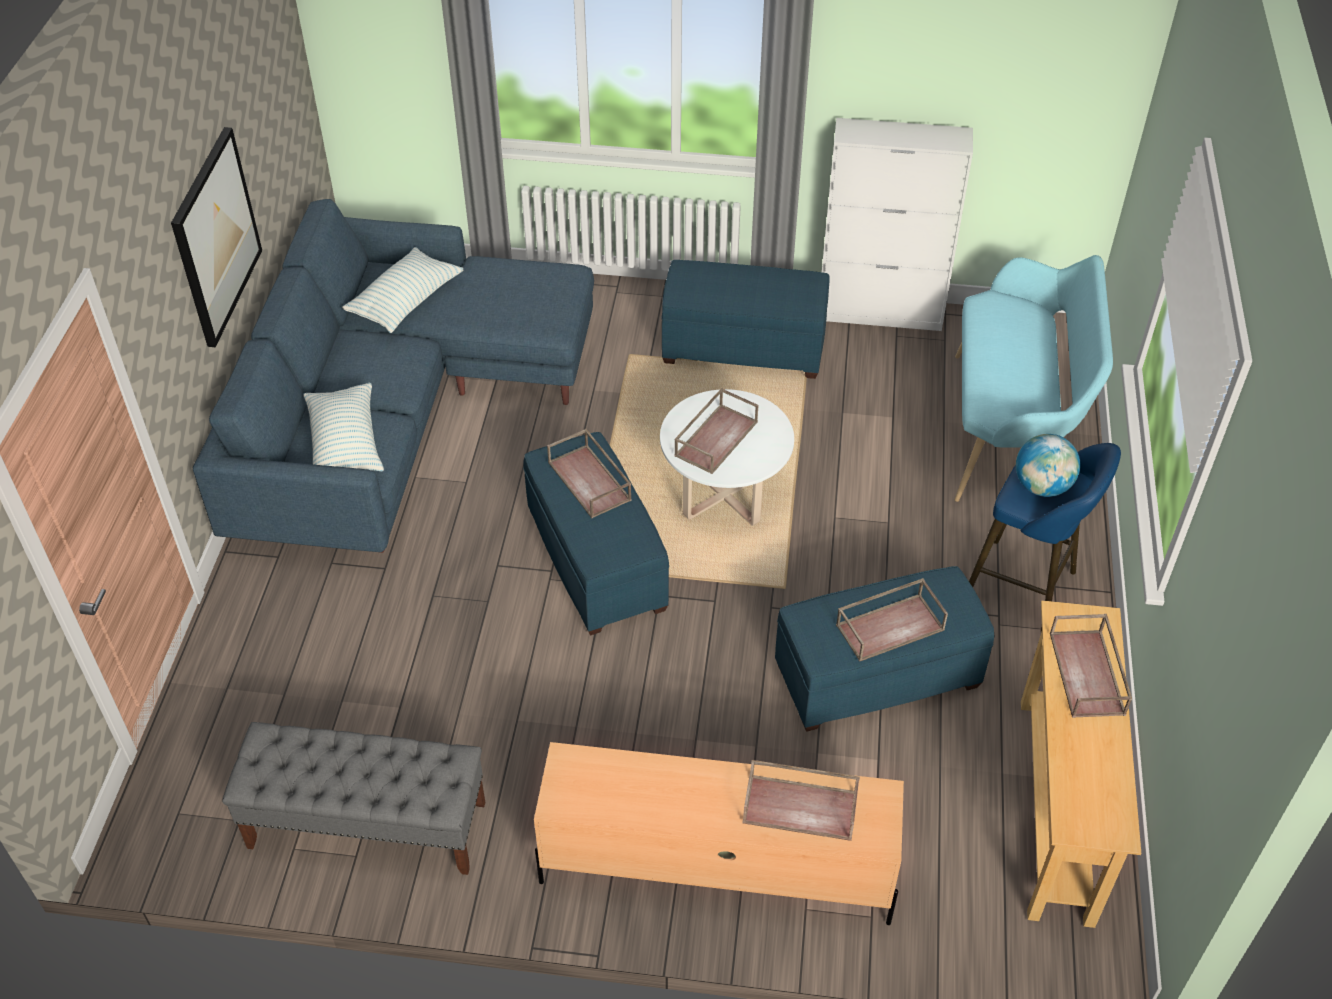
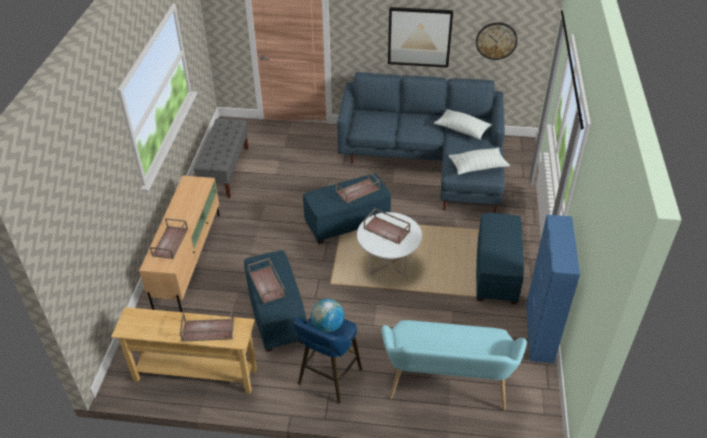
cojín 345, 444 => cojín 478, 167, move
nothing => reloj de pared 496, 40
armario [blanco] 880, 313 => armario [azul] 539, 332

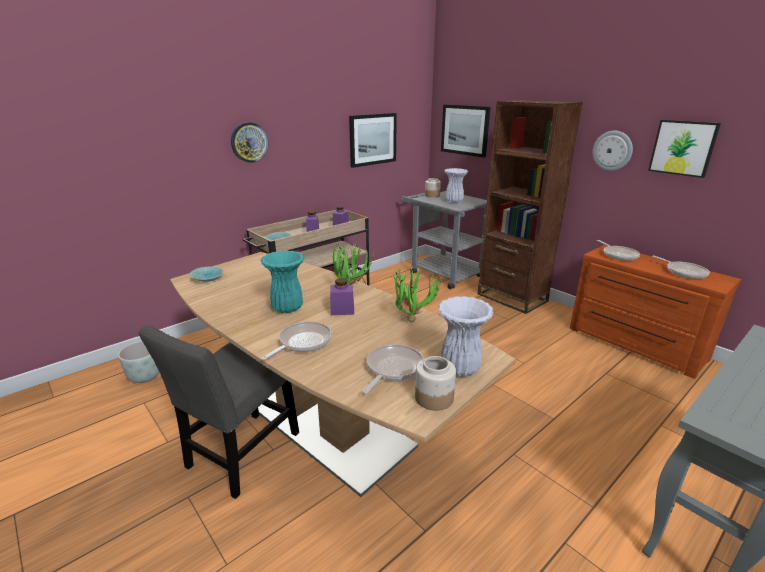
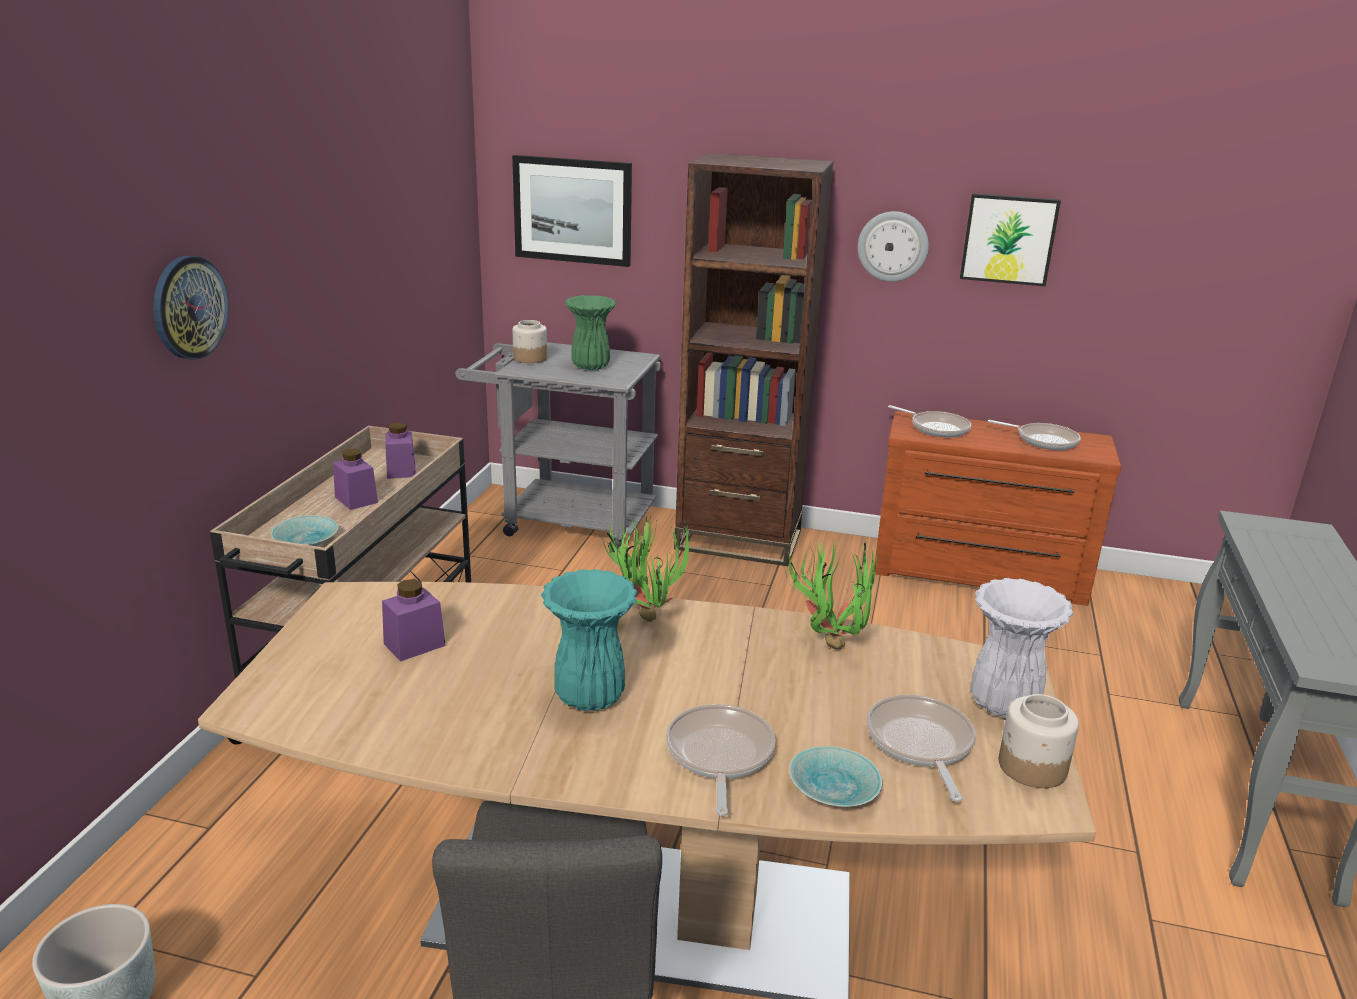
tarro [morado] 342, 310 => tarro [morado] 414, 644, move
florero [blanco] 453, 201 => florero [verde] 589, 366
cuenco [turquesa] 209, 278 => cuenco [turquesa] 832, 789, move
cuadro 372, 139 => nothing

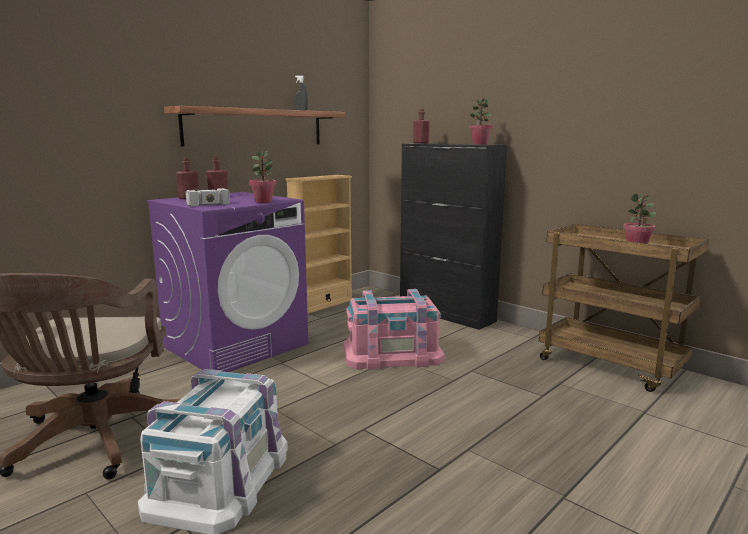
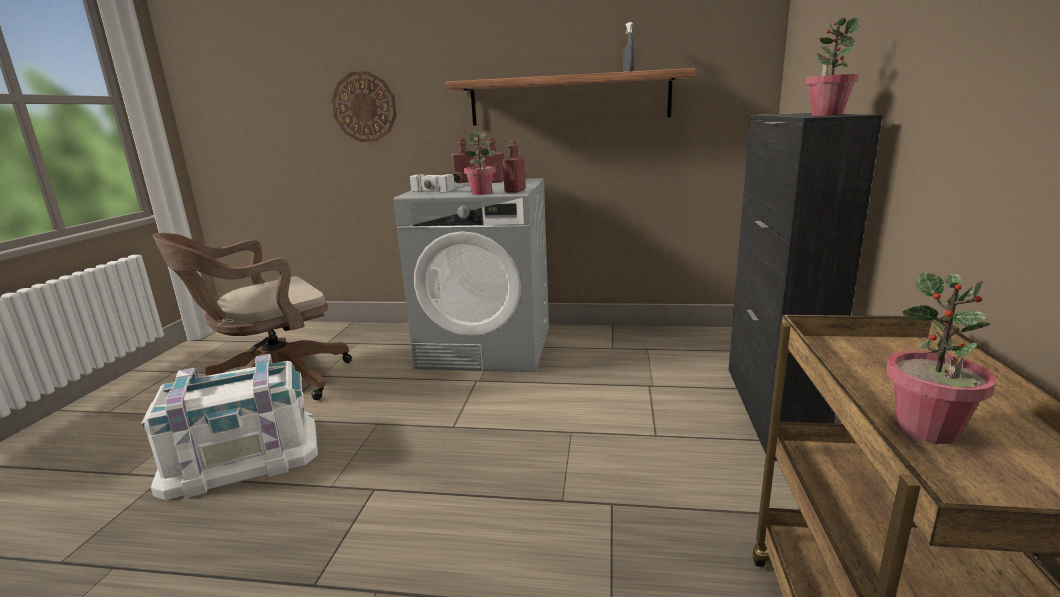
nothing => reloj de pared 364, 107
lavadora [morado] 236, 345 => lavadora [gris] 487, 346
botella [rojo] 420, 143 => botella [rojo] 515, 191, move
estantería [beis] 322, 304 => nothing
caja de almacenaje [rosa] 392, 353 => nothing

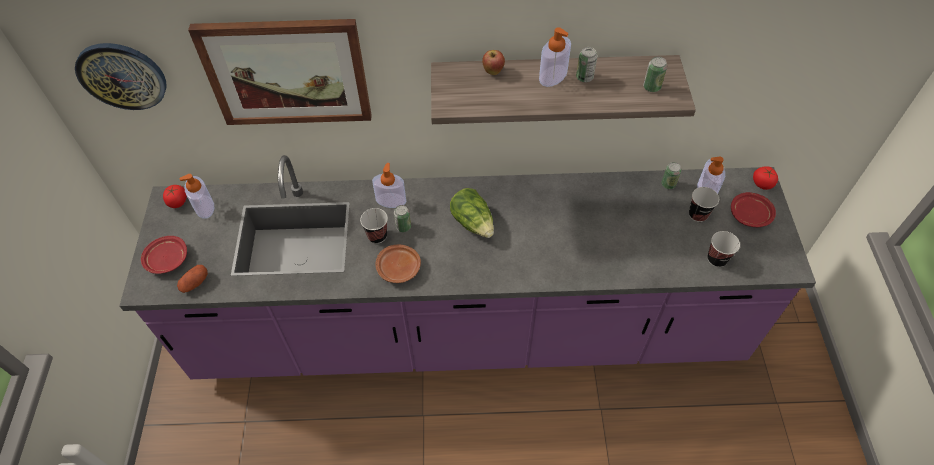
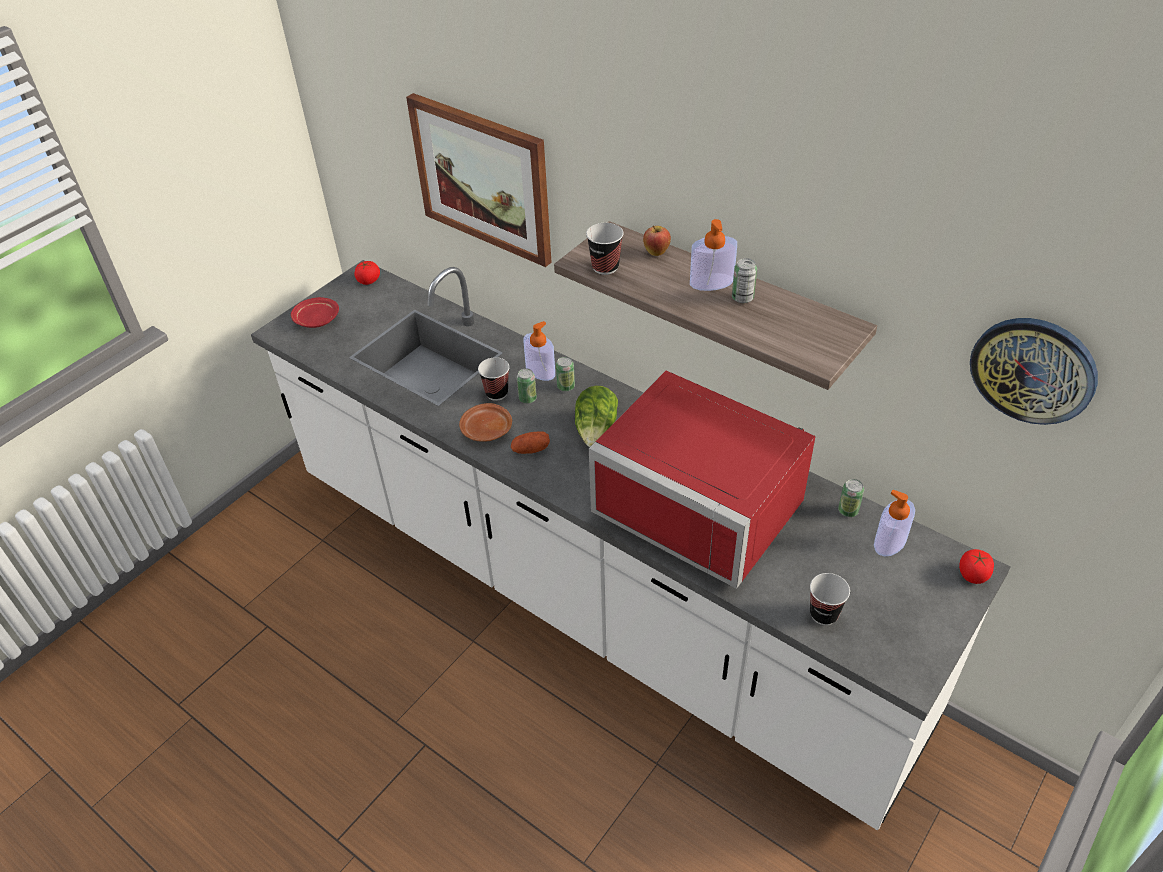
mueble bajo de cocina [morado] 468, 333 => mueble bajo de cocina [blanco] 588, 595
patata 195, 283 => patata 530, 449, move
lata 651, 87 => lata 566, 387, move
taza 698, 215 => taza 605, 267, move
nothing => microondas [rojo] 706, 501
reloj de pared 122, 75 => reloj de pared 1033, 369, move
dispensador de jabón 204, 207 => nothing
plato [rojo] 750, 214 => nothing

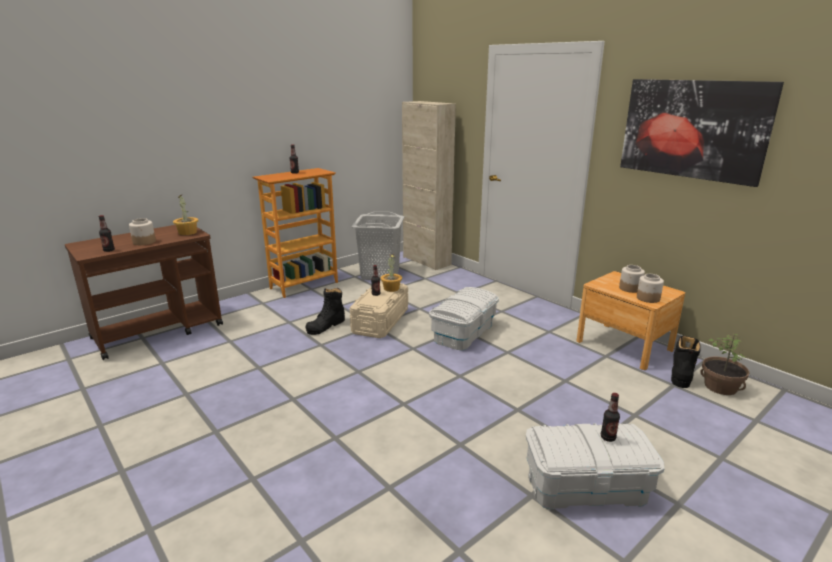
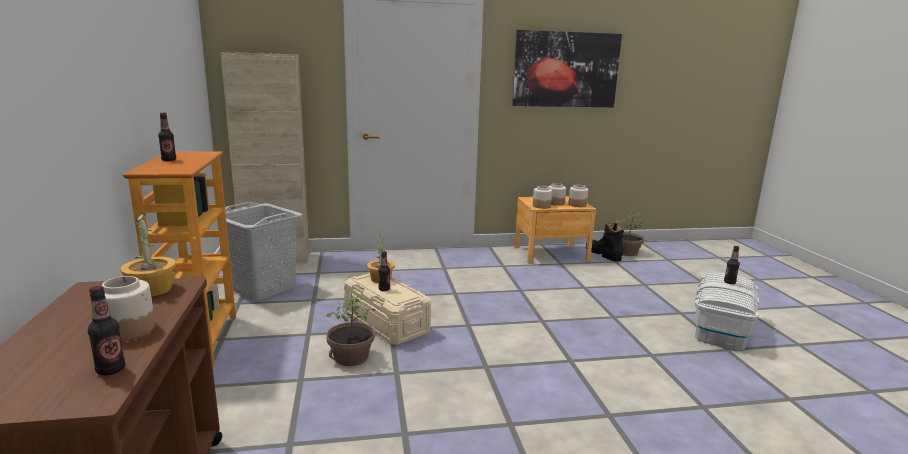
bota [negro] 326, 326 => planta en maceta 351, 357
nothing => tarro 541, 206
caja de almacenaje [blanco] 463, 332 => nothing

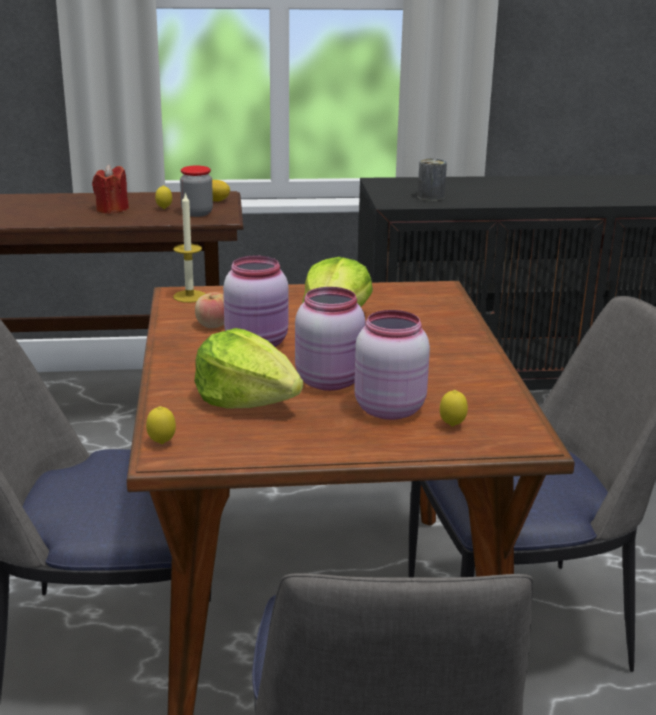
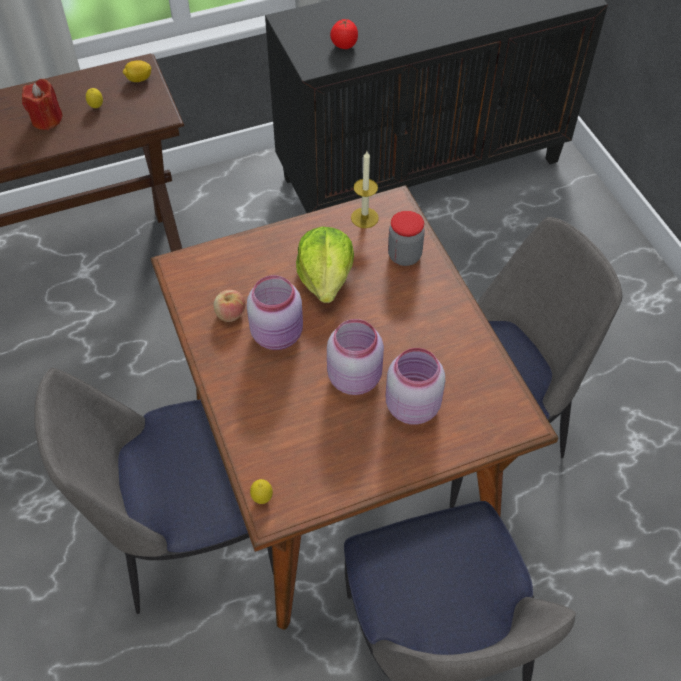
lata 431, 197 => tomate 344, 46
vela 189, 296 => vela 364, 218, move
tarro 197, 213 => tarro 404, 256, move
lechuga 246, 400 => nothing
limón 452, 426 => nothing

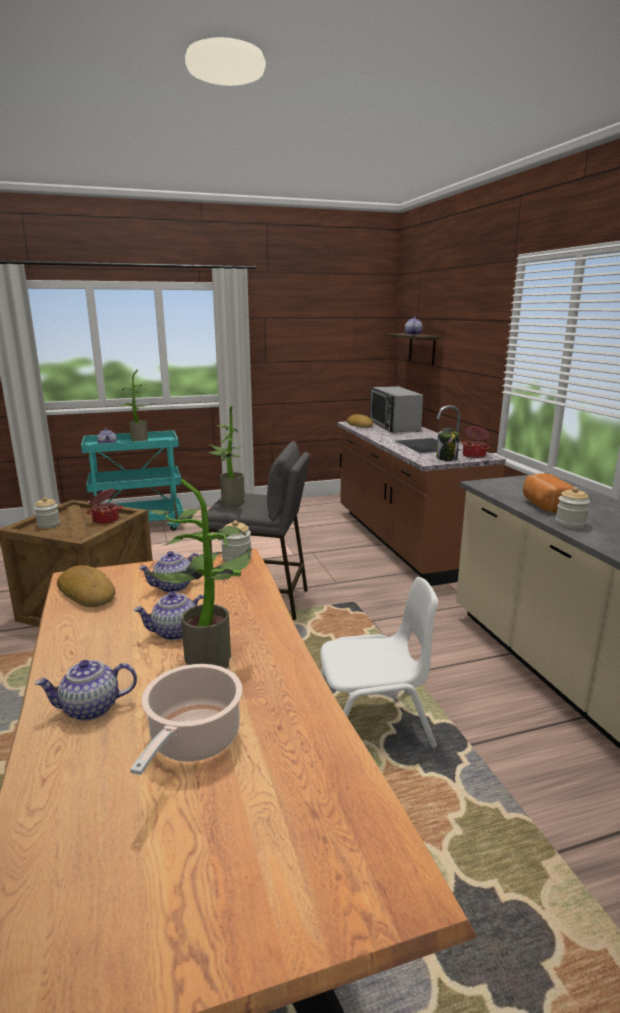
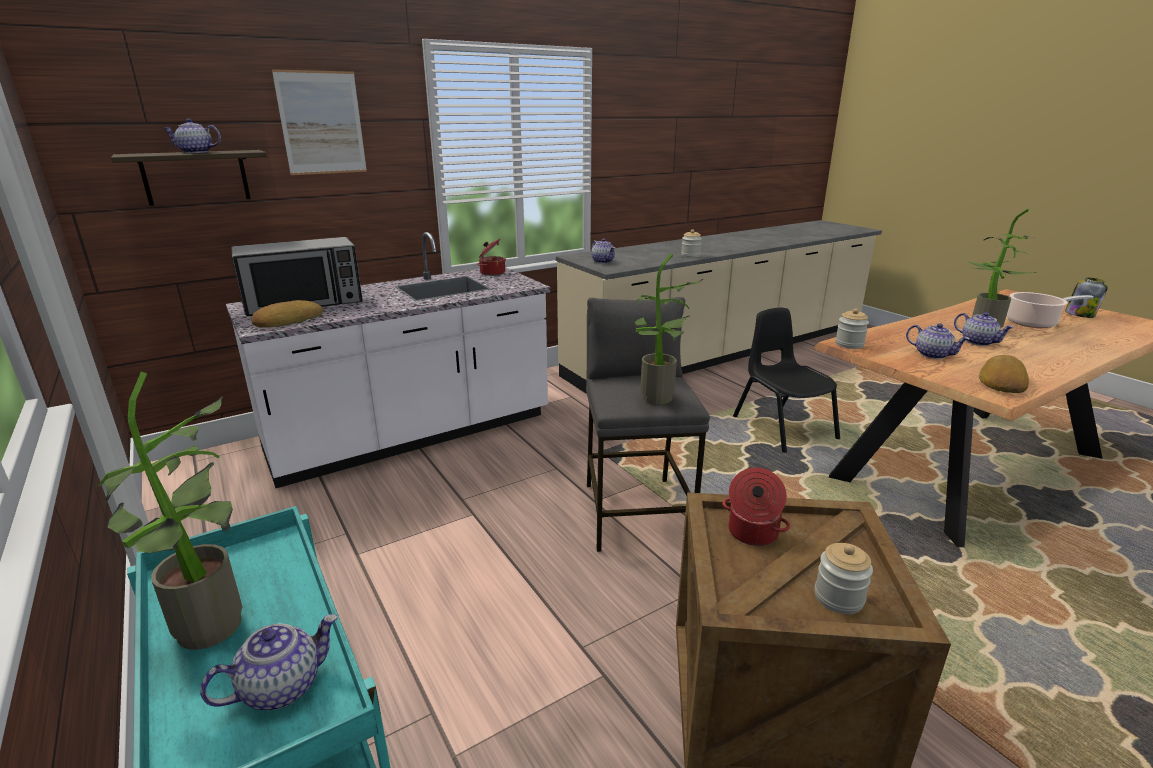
mueble bajo de cocina [marrón] 403, 541 => mueble bajo de cocina [blanco] 412, 435
nothing => cuadro 321, 123
tetera 90, 709 => tetera 603, 261, move
silla [blanco] 371, 724 => silla [negro] 783, 427
tarro 447, 458 => tarro 1080, 315, move
pan 544, 506 => nothing

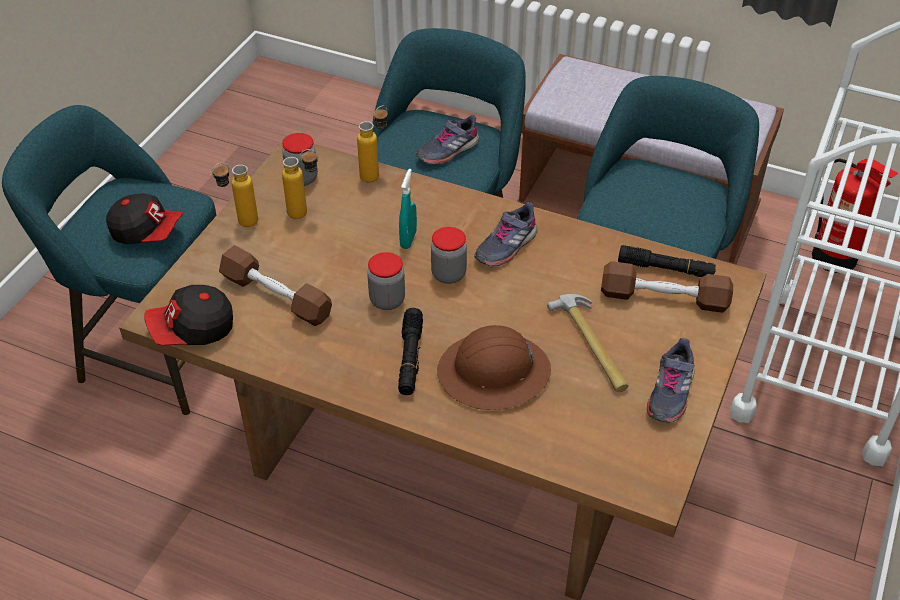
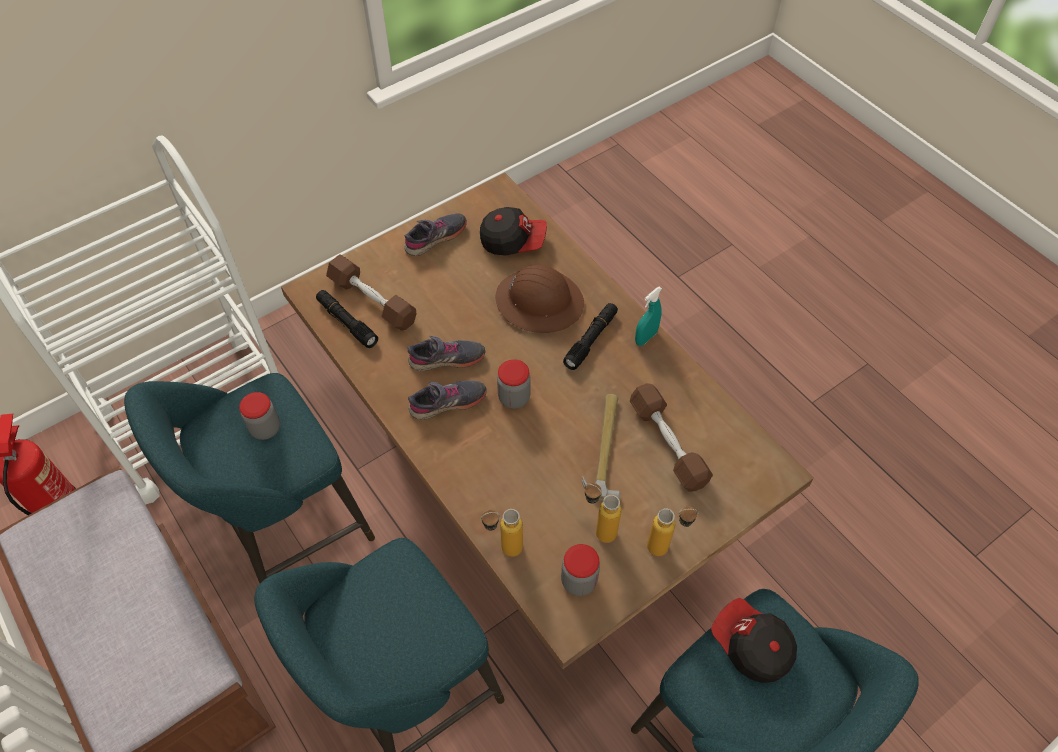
tarro 387, 300 => tarro 265, 428, move
zapato [gris] 447, 150 => zapato [gris] 447, 359, move
gorra 192, 330 => gorra 513, 241, move
martillo 591, 345 => martillo 605, 448, move
pulverizador [turquesa] 408, 239 => pulverizador [turquesa] 646, 337, move

